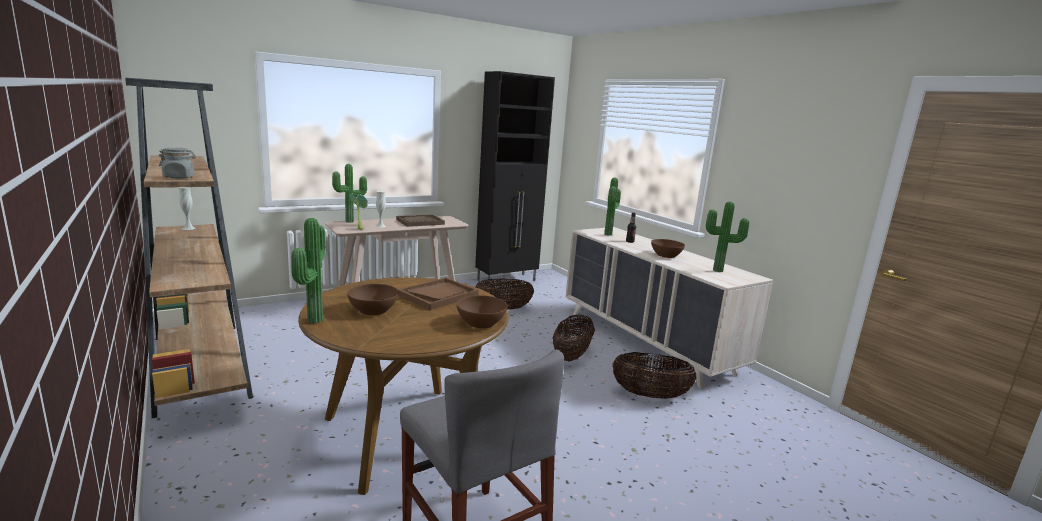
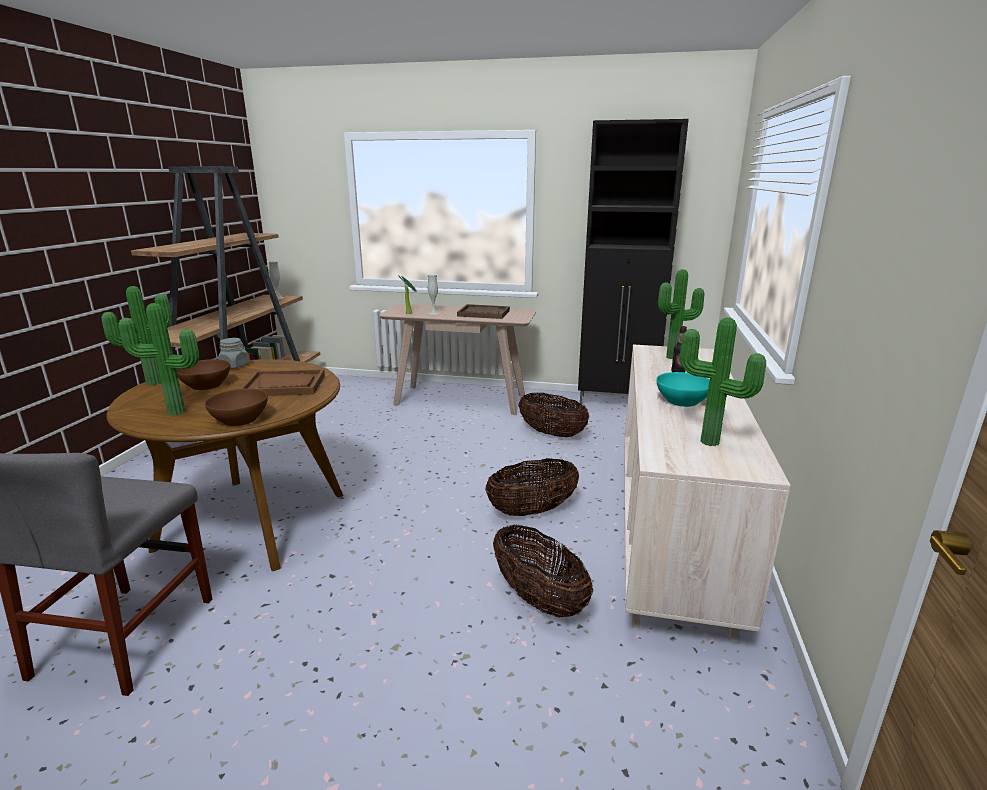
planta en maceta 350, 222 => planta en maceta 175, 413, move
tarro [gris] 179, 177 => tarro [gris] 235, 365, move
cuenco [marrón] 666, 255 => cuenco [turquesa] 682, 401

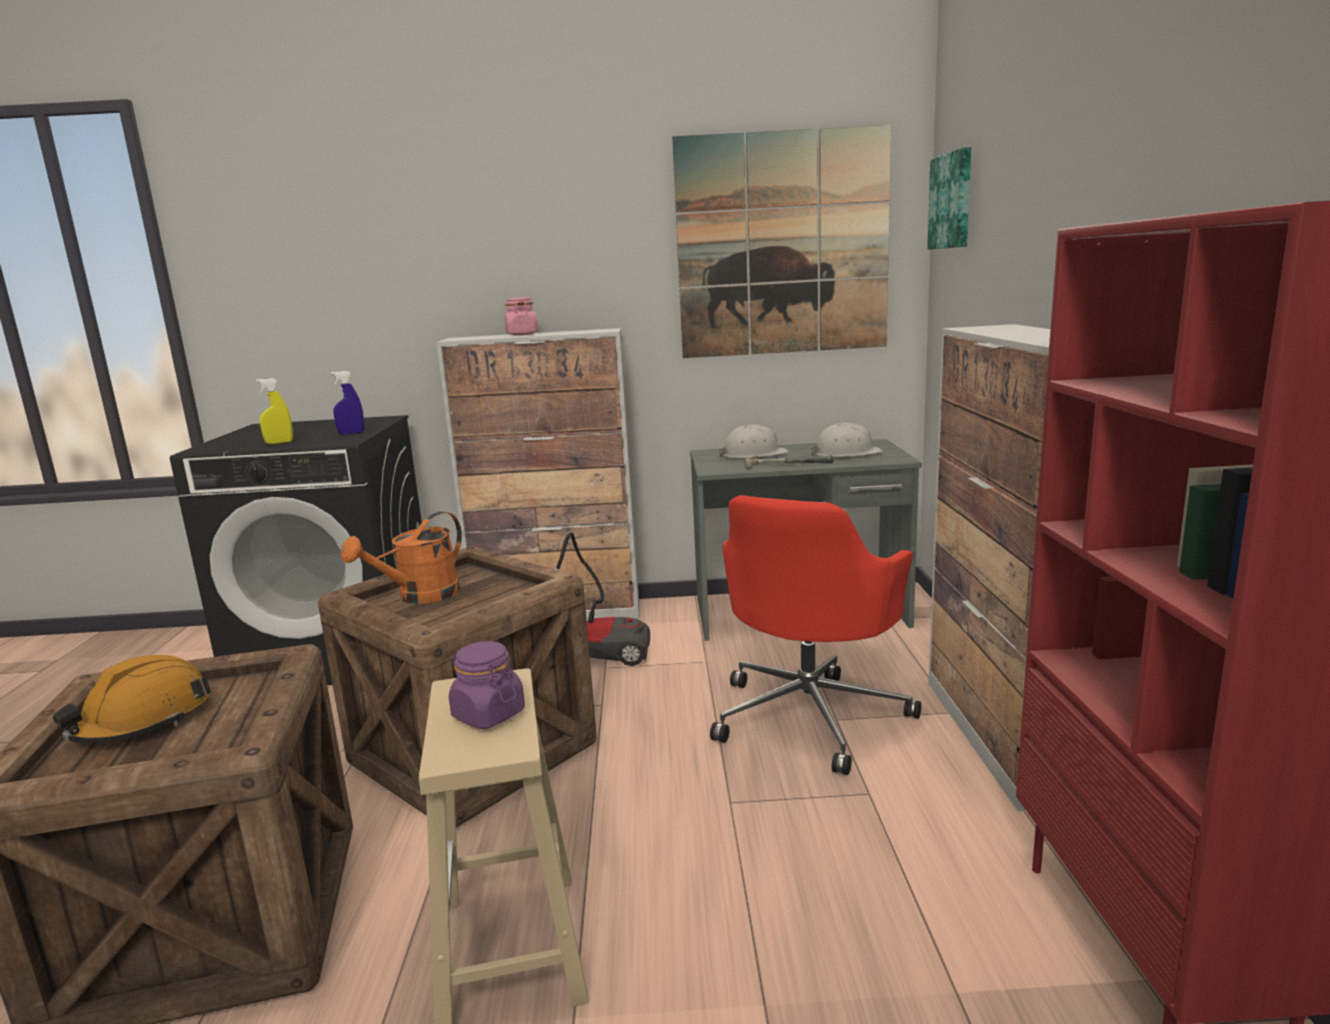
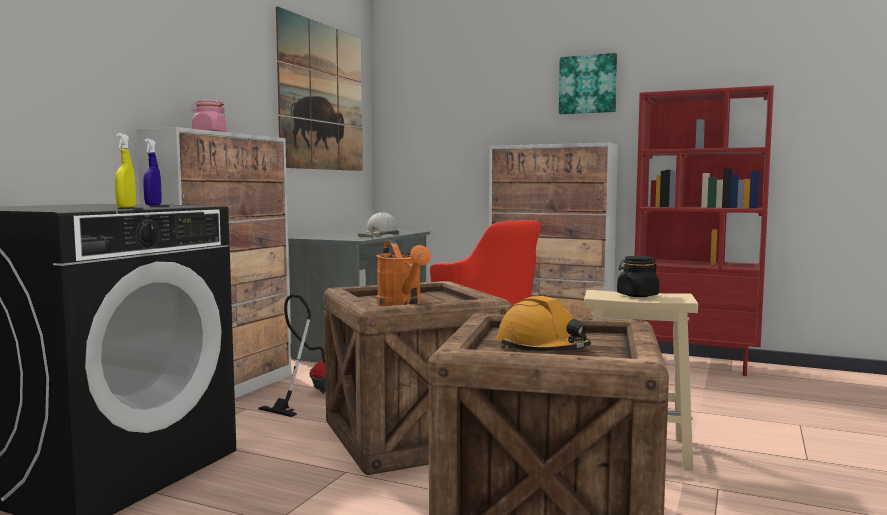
cuadro 952, 201 => cuadro 588, 84, move
tarro [morado] 488, 714 => tarro [negro] 637, 295
casco [blanco] 754, 454 => nothing

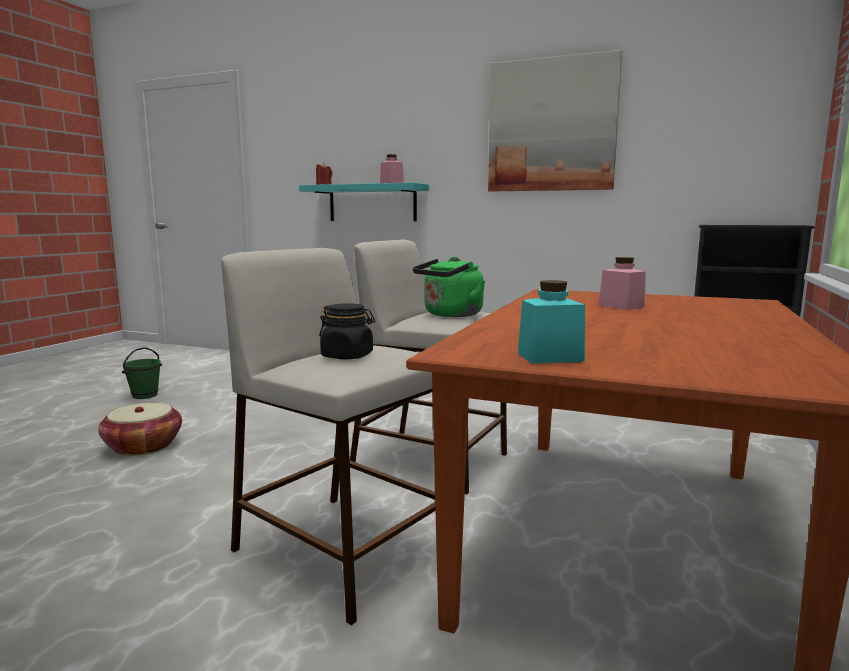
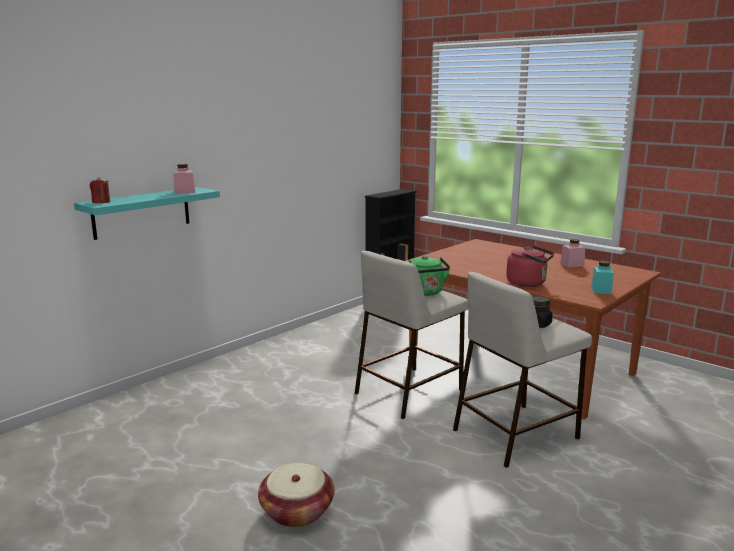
nothing => hervidor [rojo] 528, 283
tarro [rosa] 621, 306 => tarro [rosa] 572, 264, move
cubo [verde] 144, 395 => nothing
cuadro 552, 125 => nothing

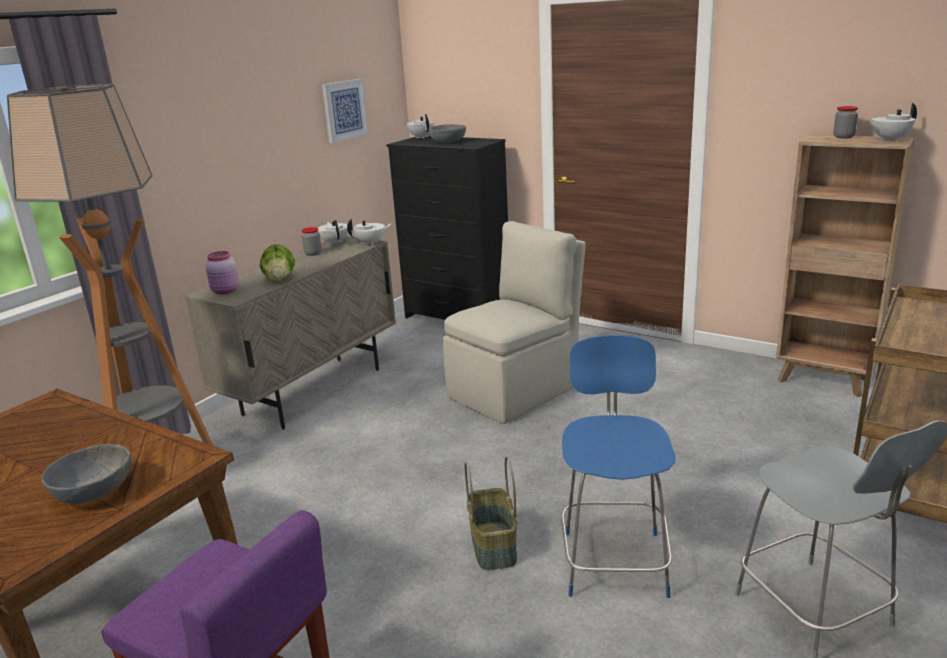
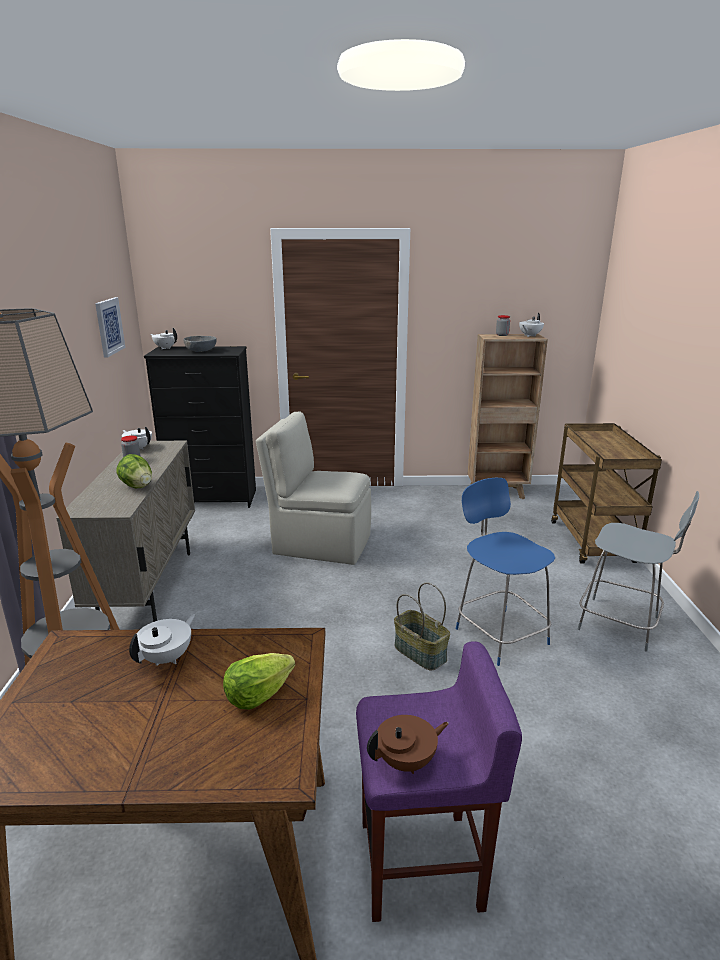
tetera [blanco] 371, 243 => tetera [blanco] 167, 658, move
cuenco [gris] 93, 492 => lechuga 257, 695
silla [beis] 516, 391 => silla [beis] 320, 544, 90 degrees counterclockwise
nothing => tetera [marrón] 407, 761
tarro [rosa] 225, 291 => nothing

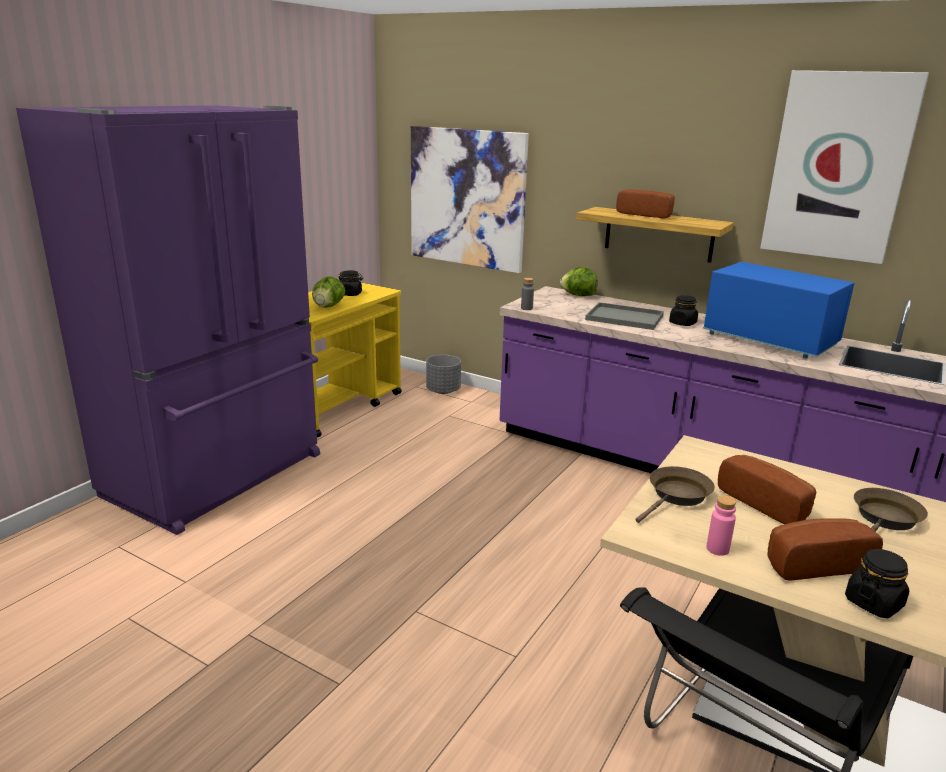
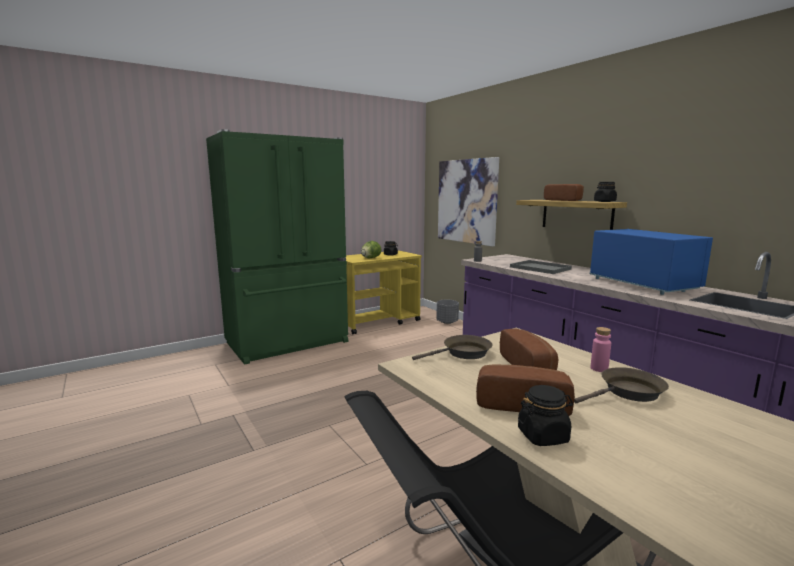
nevera [morado] 219, 476 => nevera [verde] 289, 343
botella [rosa] 717, 549 => botella [rosa] 599, 369, move
tarro [negro] 682, 323 => tarro [negro] 604, 201, move
lechuga 578, 295 => nothing
cuadro 838, 167 => nothing

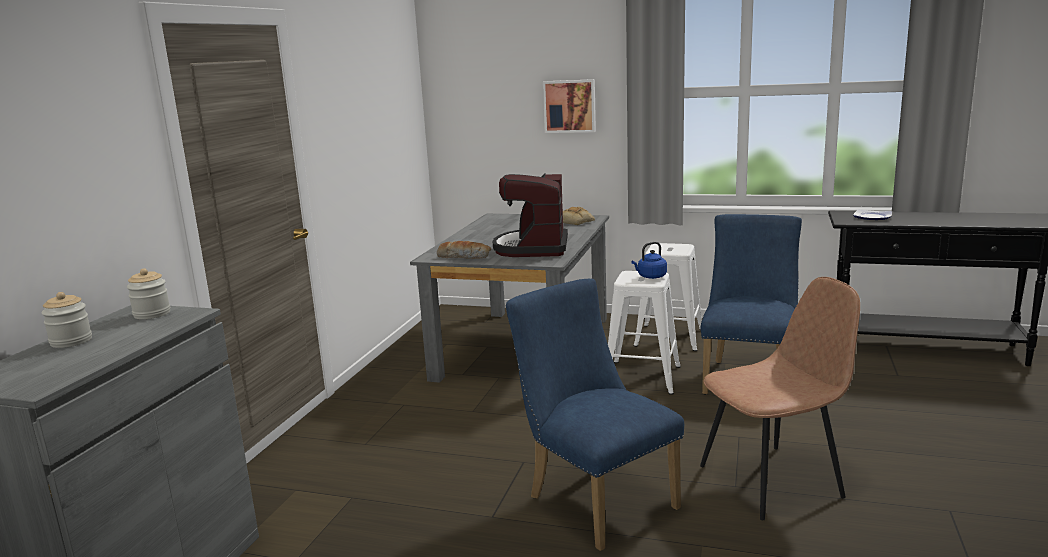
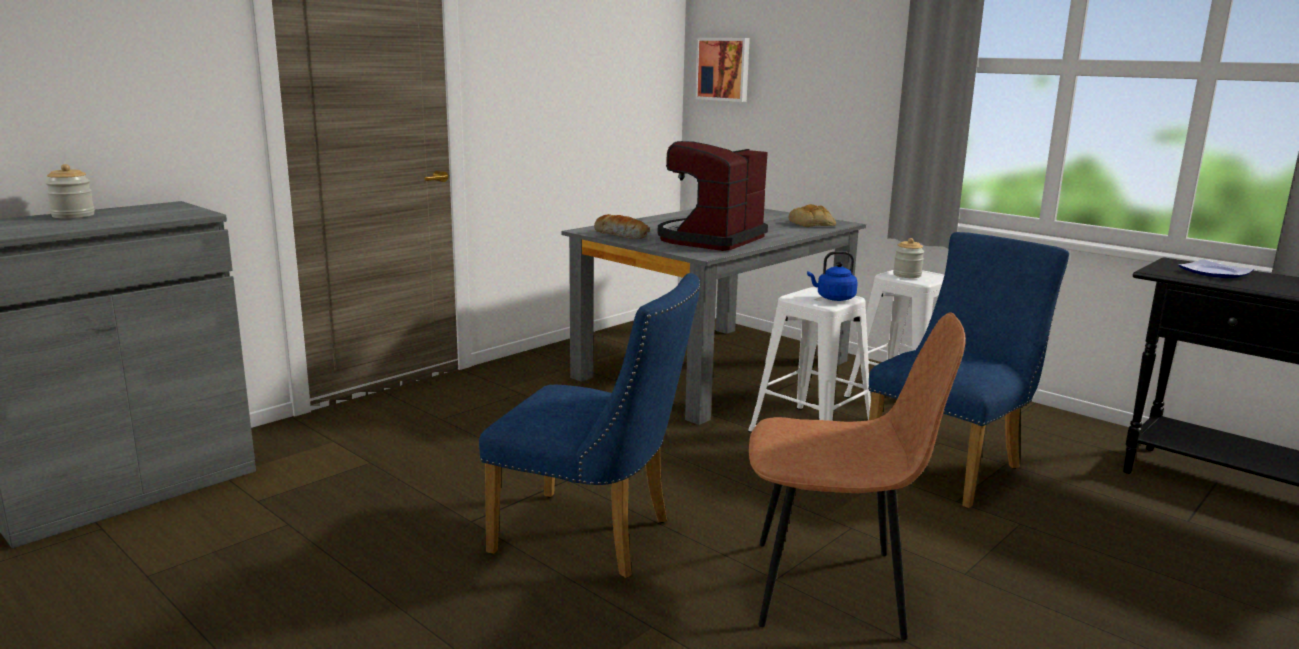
silla [azul] 594, 499 => silla [azul] 595, 539, 120 degrees clockwise
cuadro 570, 106 => cuadro 723, 69, move
tarro 152, 314 => tarro 907, 275, move

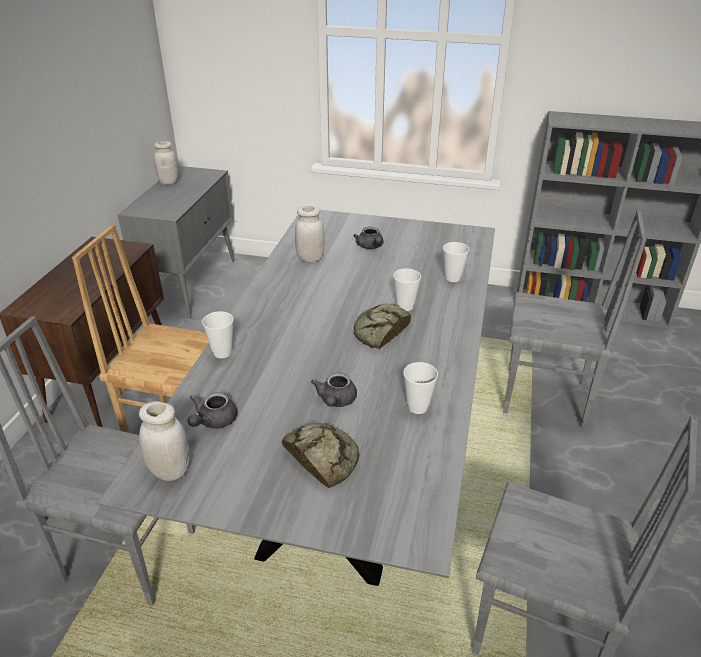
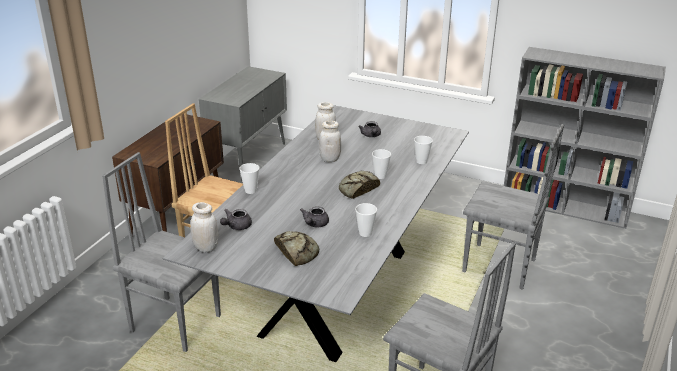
tarro [blanco] 169, 182 => tarro [blanco] 330, 159, move

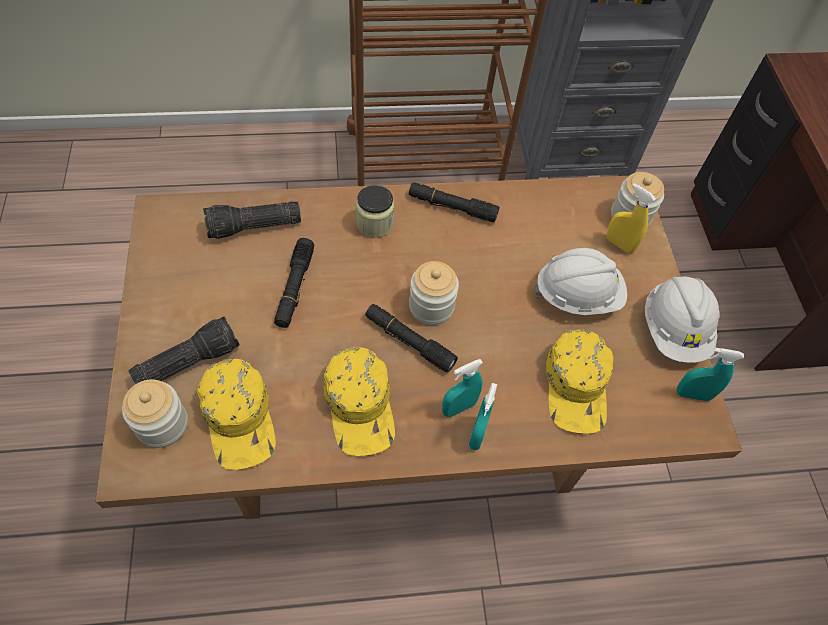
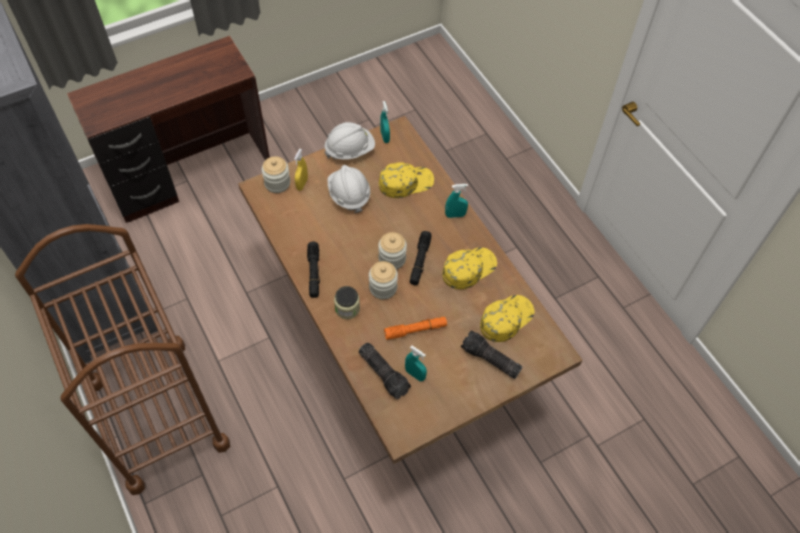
tarro 162, 424 => tarro 383, 287, move
linterna [negro] 295, 287 => linterna [naranja] 415, 330
pulverizador [turquesa] 458, 407 => pulverizador [turquesa] 415, 374, move

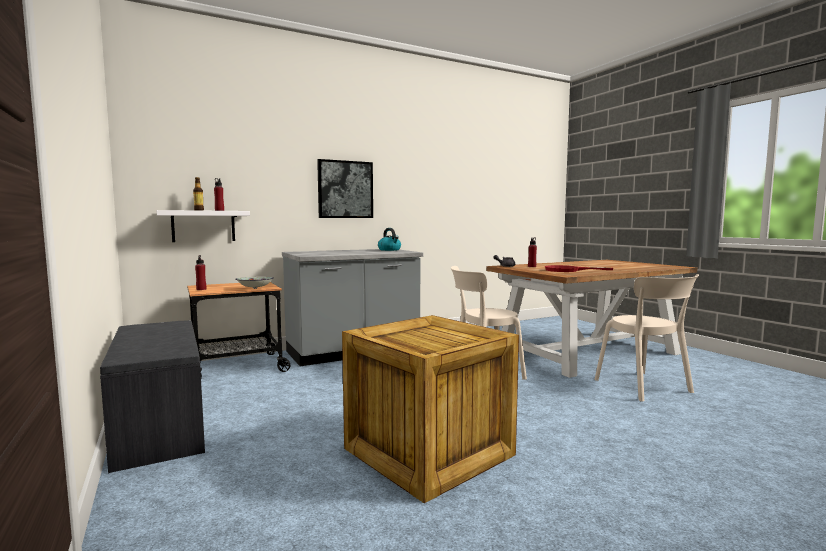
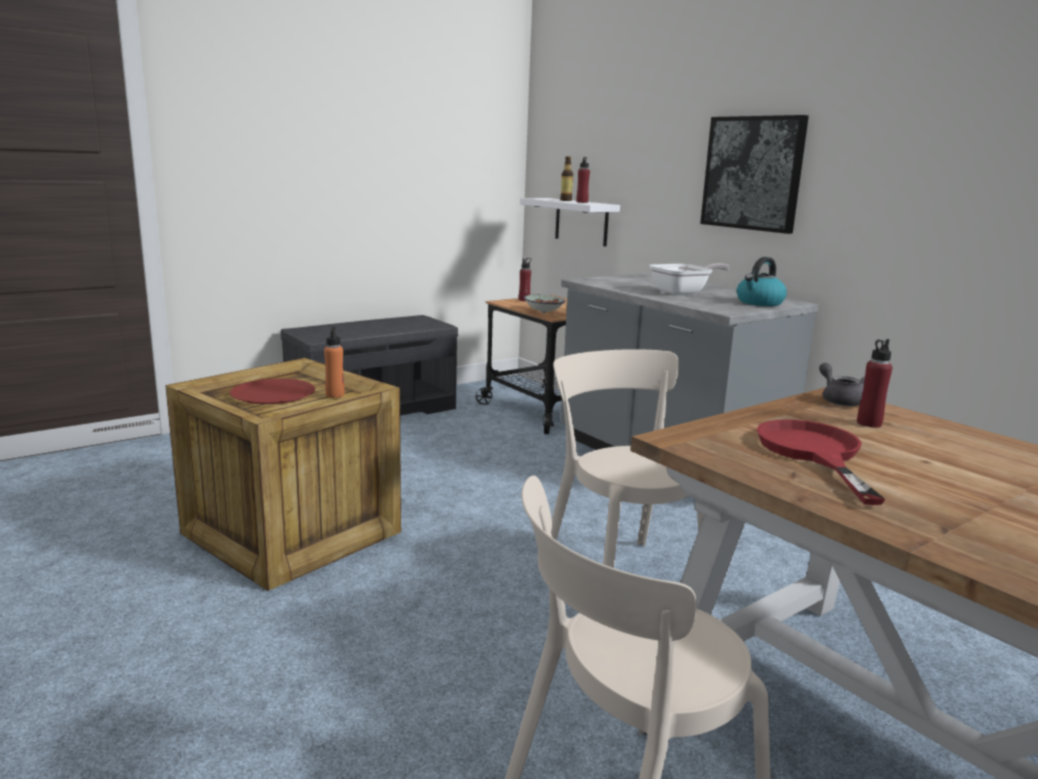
nothing => plato [rojo] 273, 393
nothing => botella [naranja] 335, 395
nothing => sartén 684, 293

